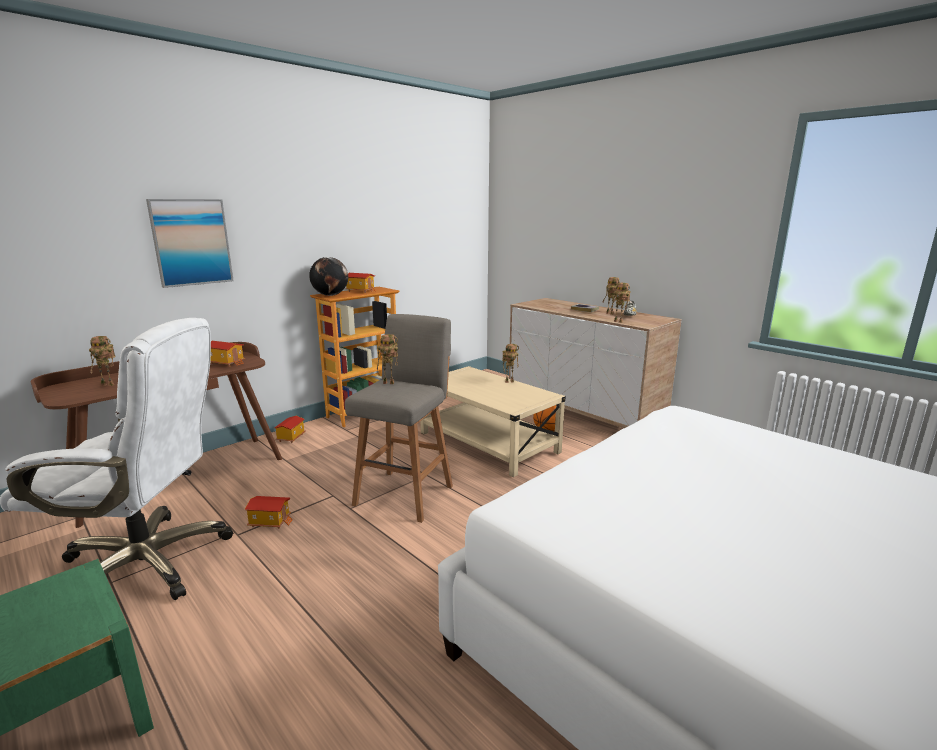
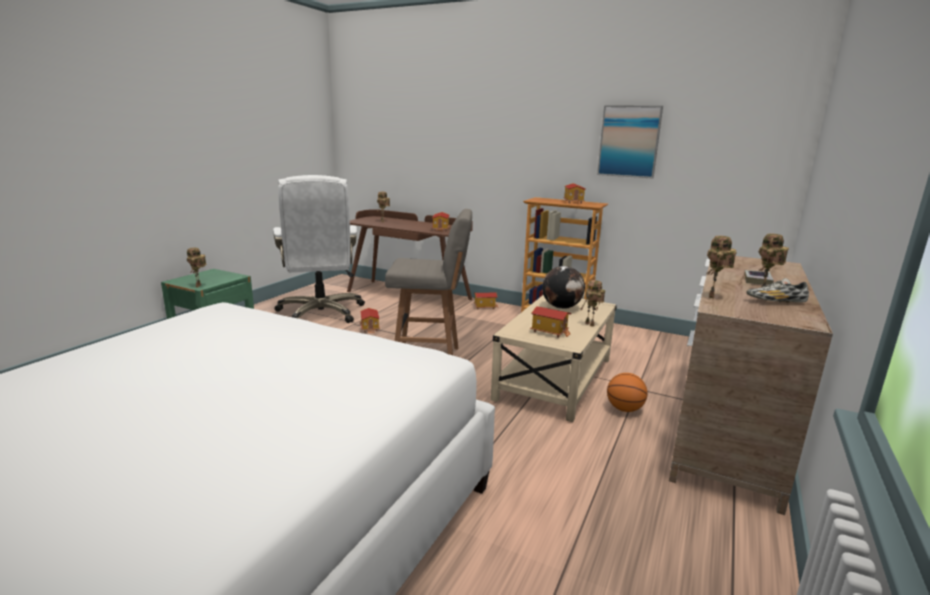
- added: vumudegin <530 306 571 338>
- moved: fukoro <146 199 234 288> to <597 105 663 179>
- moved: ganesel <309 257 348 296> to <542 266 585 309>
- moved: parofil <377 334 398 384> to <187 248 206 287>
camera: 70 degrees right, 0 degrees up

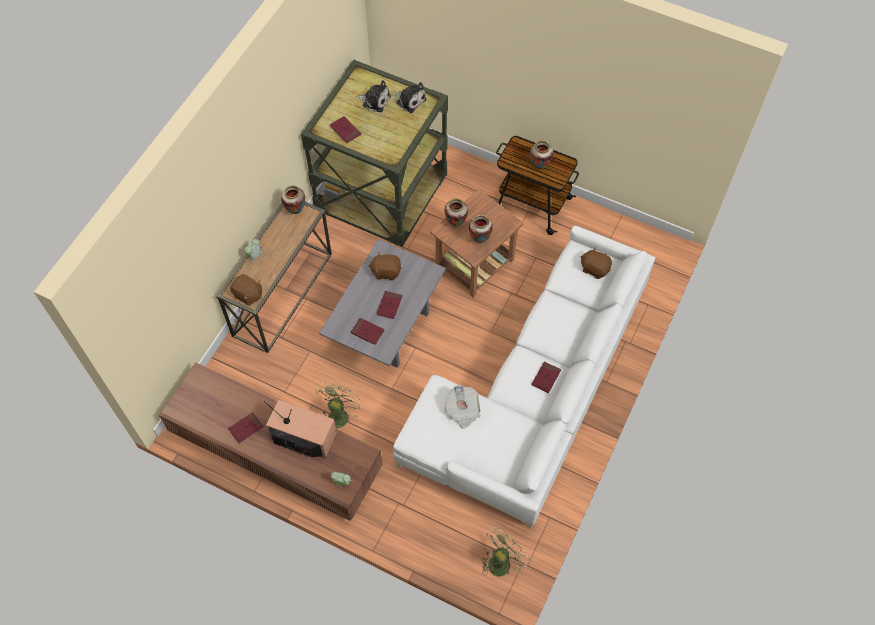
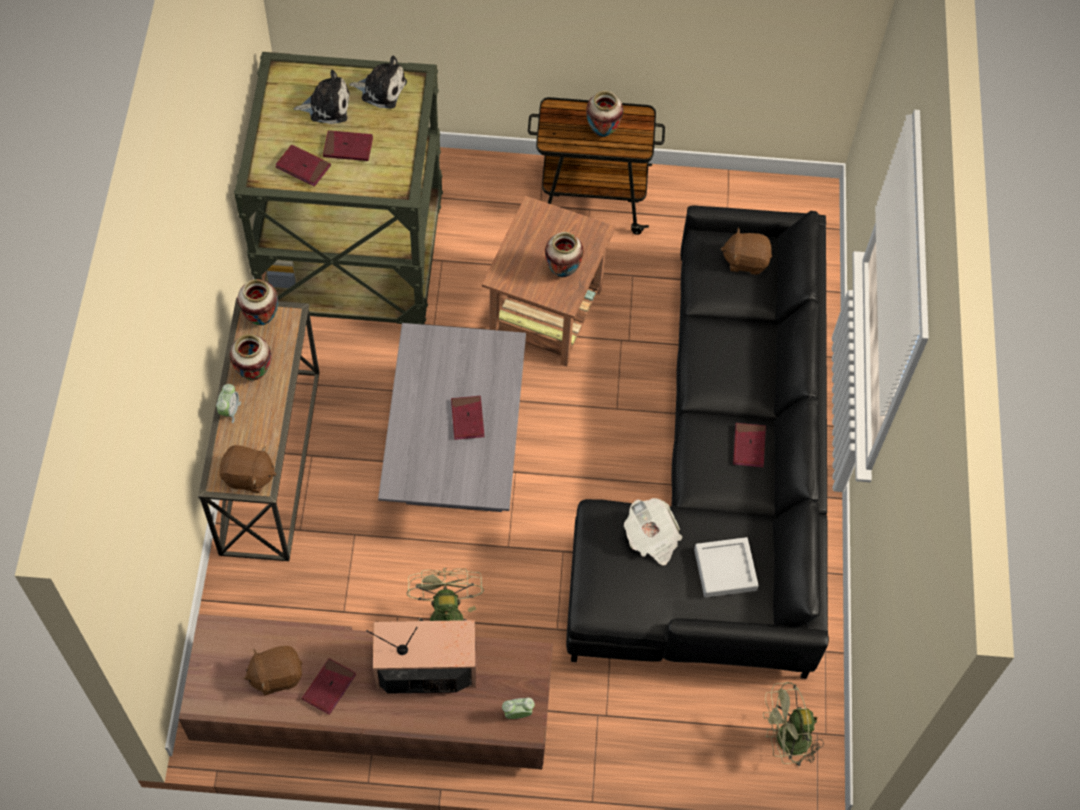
- added: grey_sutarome <694 537 759 598>
- moved: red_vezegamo <351 318 384 345> to <323 130 373 161>
- moved: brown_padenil <369 251 402 280> to <244 646 302 695>
- moved: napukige <444 198 468 226> to <229 334 271 380>
- recoloured: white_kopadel <393 226 656 529> to black_kopadel <566 205 829 679>
- turned: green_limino <481 527 529 576> = <763 682 824 767> 120 degrees counterclockwise
camera: 25 degrees left, 0 degrees up

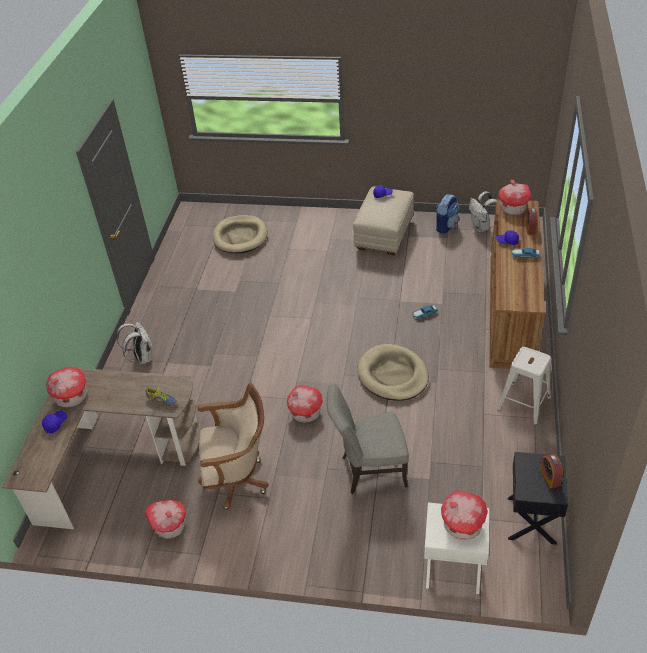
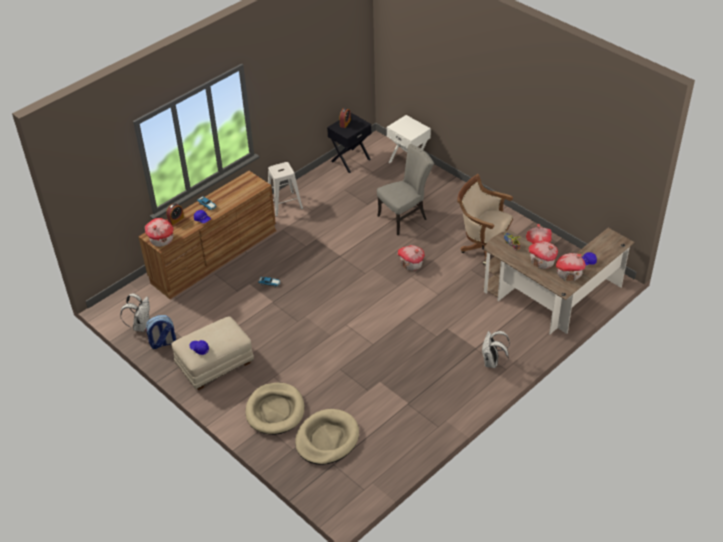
- moved: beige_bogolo <357 344 429 401> to <245 383 305 435>
- moved: vumudegin <441 491 488 540> to <528 241 558 269>
- turned: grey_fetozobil <327 384 409 494> = <377 144 434 235> 60 degrees counterclockwise
camera: 145 degrees left, 0 degrees up

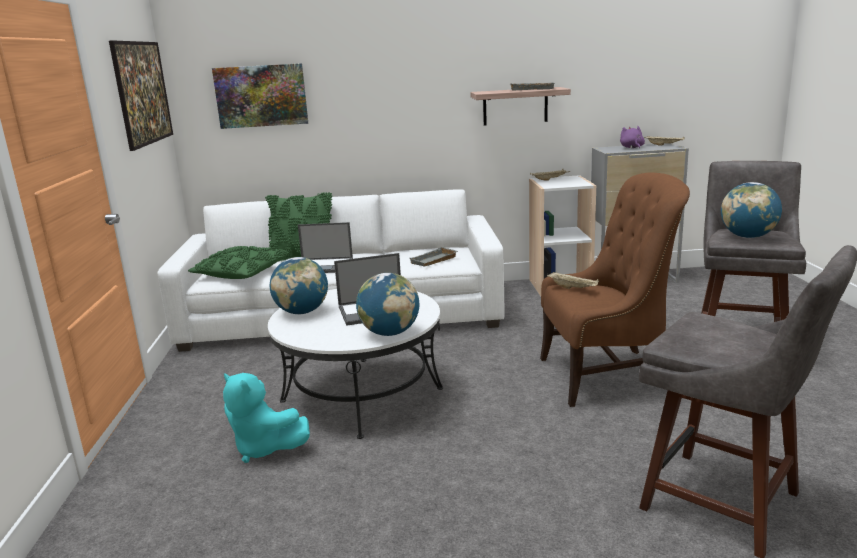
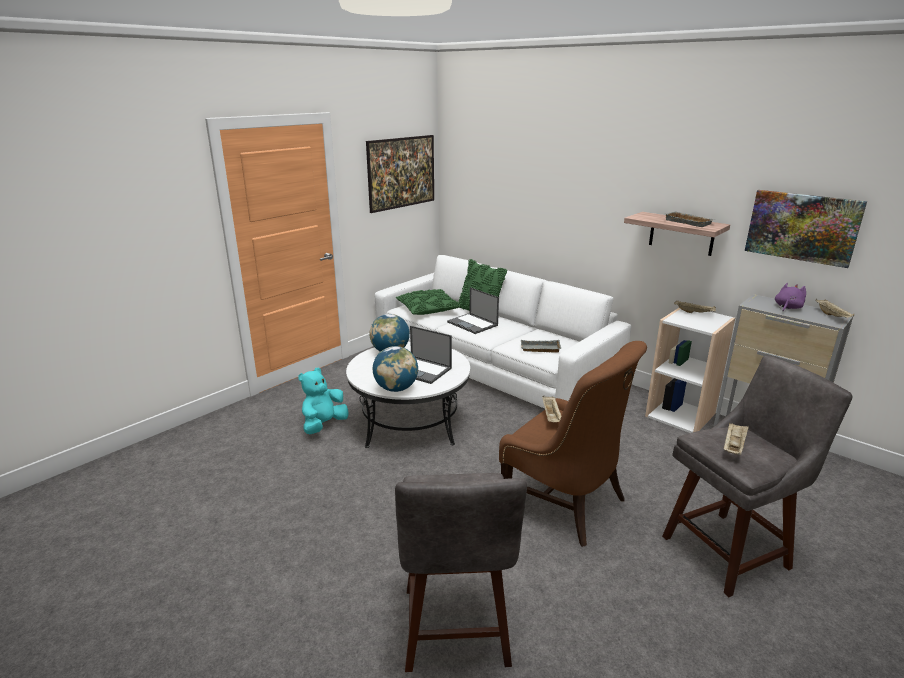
- moved: fukoro <212 63 308 129> to <745 190 867 268>
- replaced: ganesel <721 182 782 238> to beige_sutarome <724 422 749 455>
- turned: turquoise_padenil <223 373 310 463> = <298 368 349 434> 45 degrees clockwise
camera: 45 degrees right, 5 degrees up

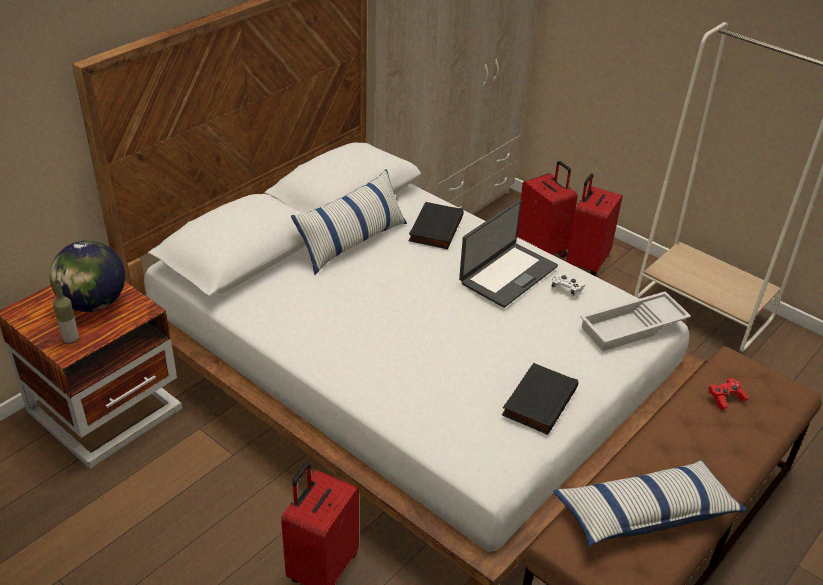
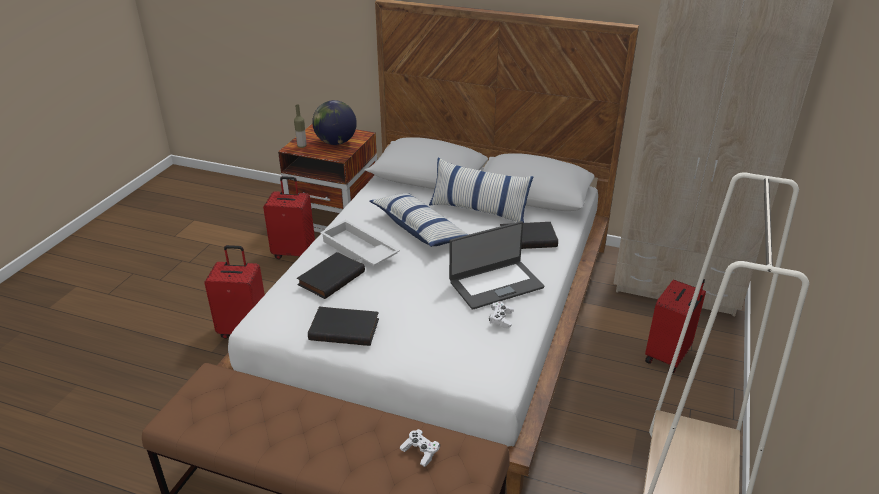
- added: black_vezegamo <297 252 365 299>
- moved: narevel <553 460 747 547> to <370 193 469 247>
- moved: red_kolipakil <566 174 622 276> to <263 176 315 259>
- moved: white_sutarome <580 291 691 351> to <320 220 400 266>
- recoloured: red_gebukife <708 378 748 410> to white_gebukife <400 429 440 467>
- turned: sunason <459 200 558 308> = <449 221 544 310> 45 degrees counterclockwise
camera: 70 degrees right, 5 degrees down

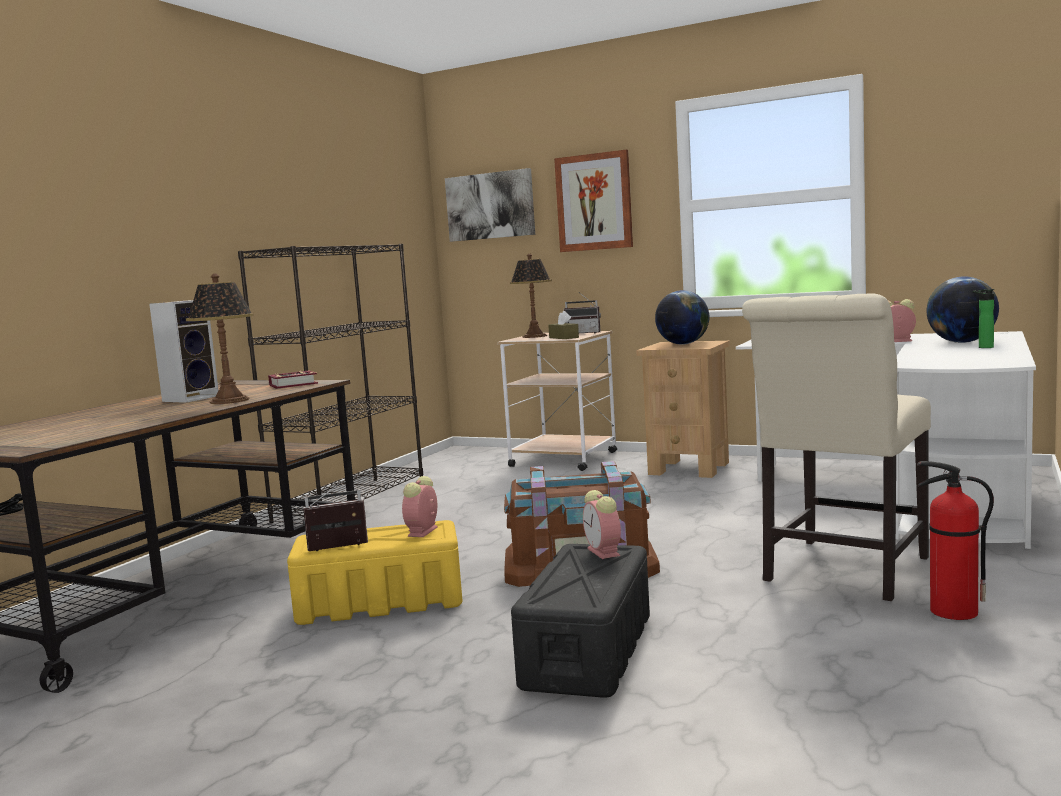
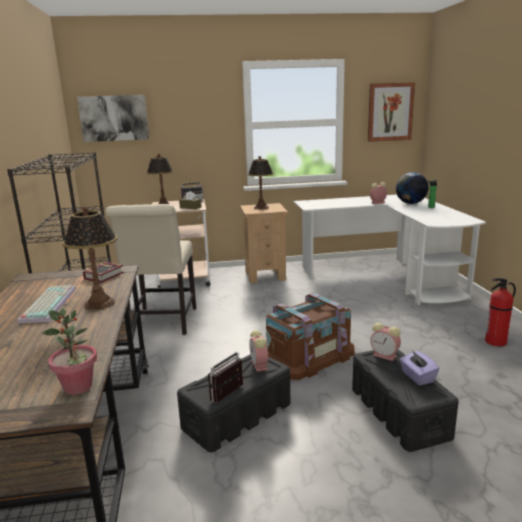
- added: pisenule <42 308 97 395>
- added: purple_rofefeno <400 350 439 386>
- moved: fukoro <554 150 633 252> to <368 82 415 142>
- moved: beige_fetozobil <742 293 931 601> to <106 204 196 335>
- replaced: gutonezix <149 300 219 403> to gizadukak <18 285 76 323>
- replaced: ganesel <655 290 709 345> to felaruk <247 156 274 209>
- recoloured: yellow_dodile <287 520 463 625> to black_dodile <177 354 290 452>
camera: 35 degrees left, 10 degrees up

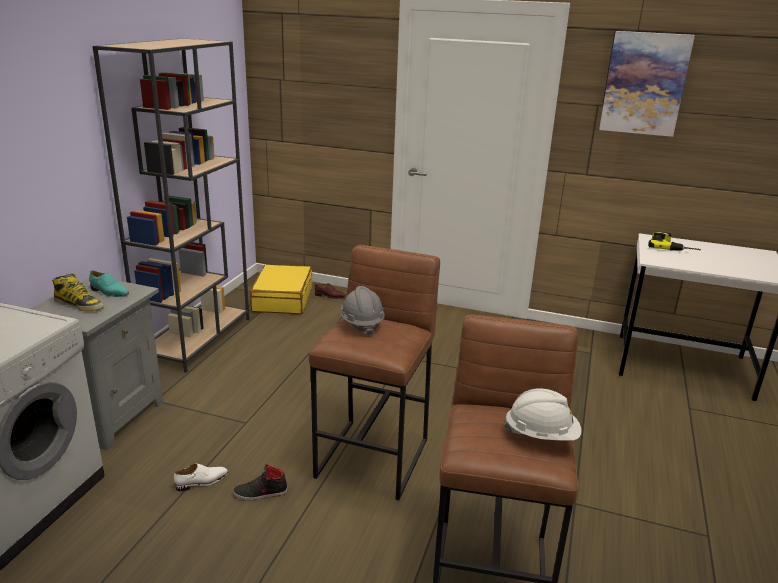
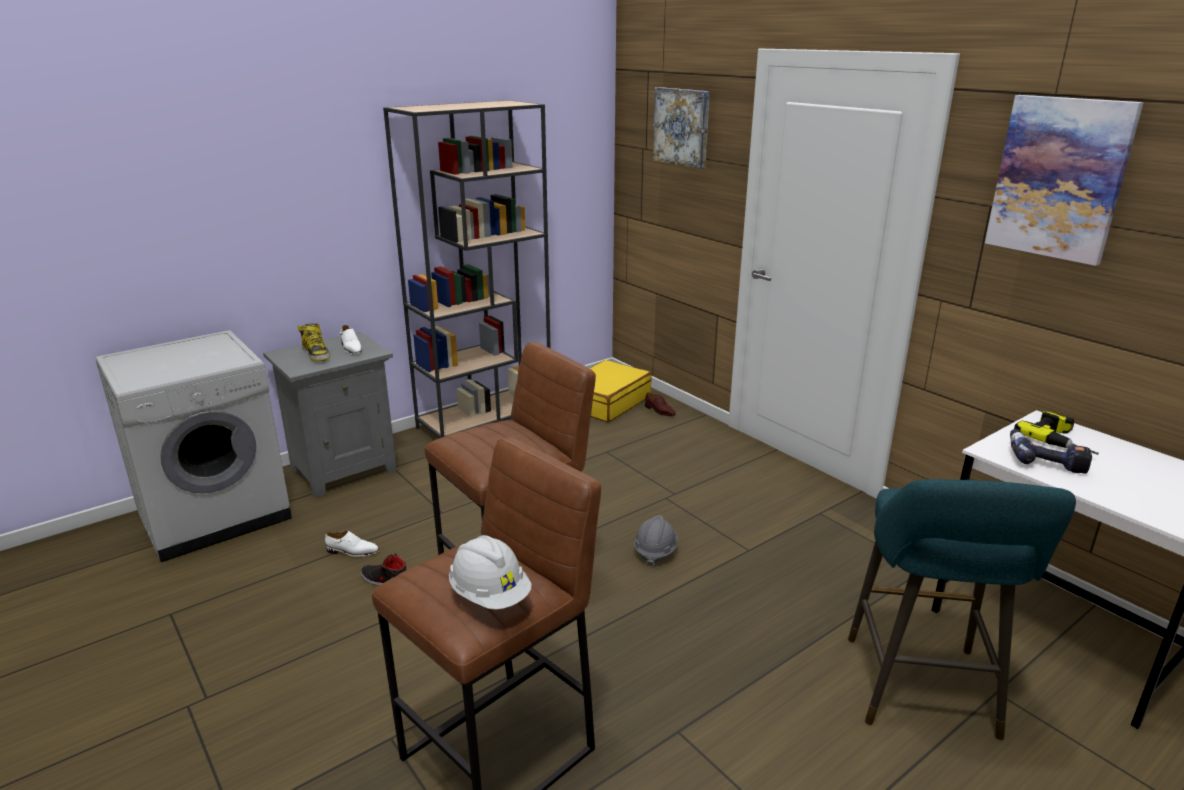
- added: fukoro <653 87 710 169>
- added: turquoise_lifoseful <848 479 1076 740>
- added: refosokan <1010 429 1092 474>
- moved: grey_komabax <340 286 385 335> to <634 515 678 566>
- recoloured: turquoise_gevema <89 271 129 297> to white_gevema <340 325 362 354>
camera: 35 degrees right, 0 degrees up

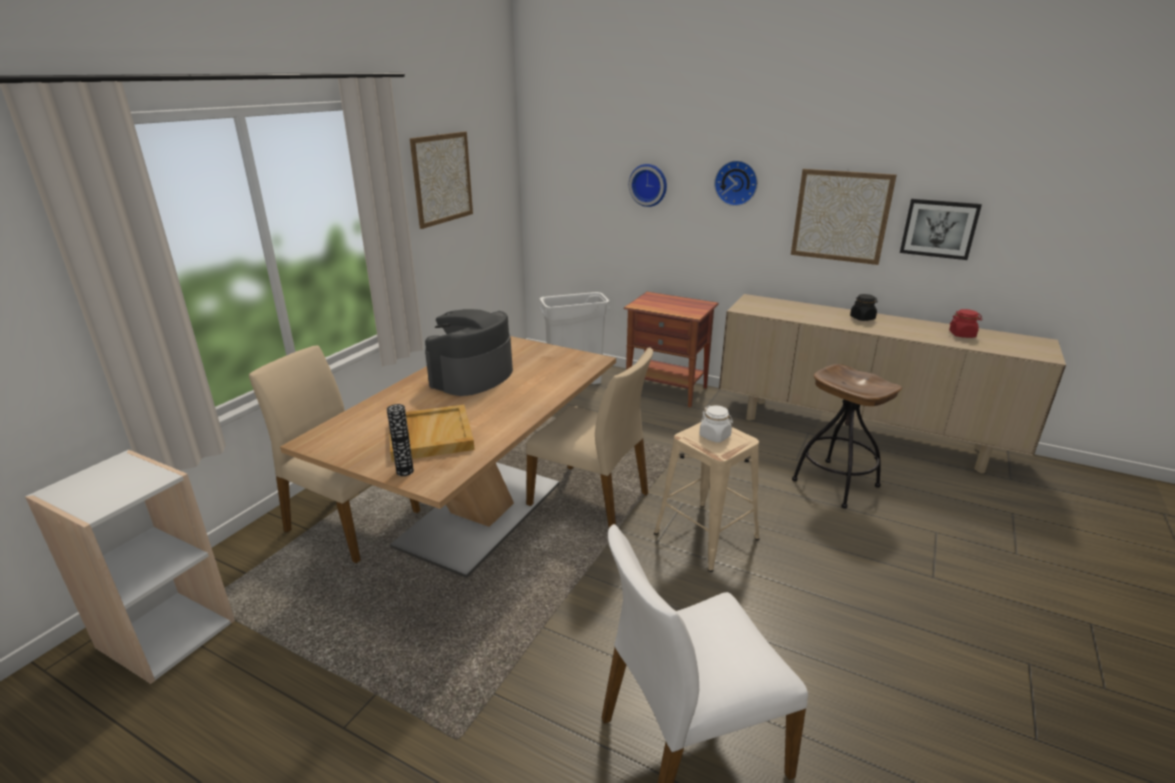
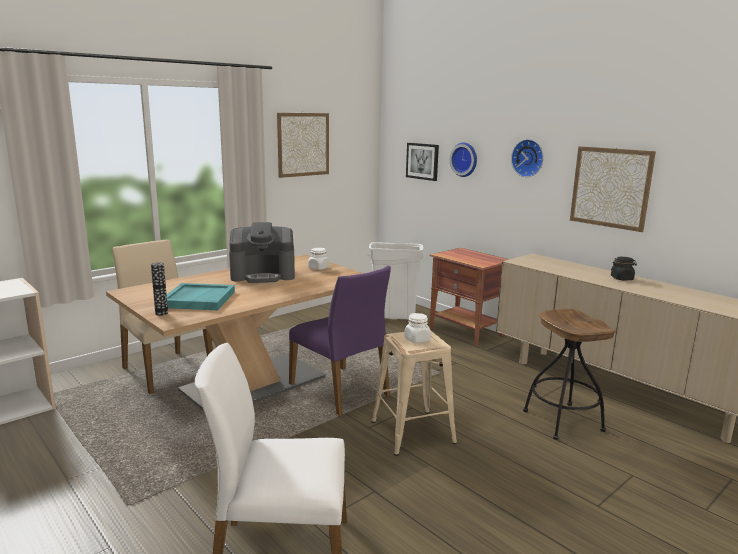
- removed: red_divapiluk <949 309 983 338>
- added: white_divapiluk <308 248 329 270>
- moved: fukoro <900 199 982 260> to <406 143 439 181>
- recoloured: beige_sutarome <389 405 475 462> to turquoise_sutarome <167 283 235 310>
- recoloured: beige_fetozobil <526 347 653 528> to purple_fetozobil <289 266 391 417>
- turned: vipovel <425 309 513 396> = <229 222 295 283> 150 degrees counterclockwise
camera: 20 degrees right, 10 degrees down

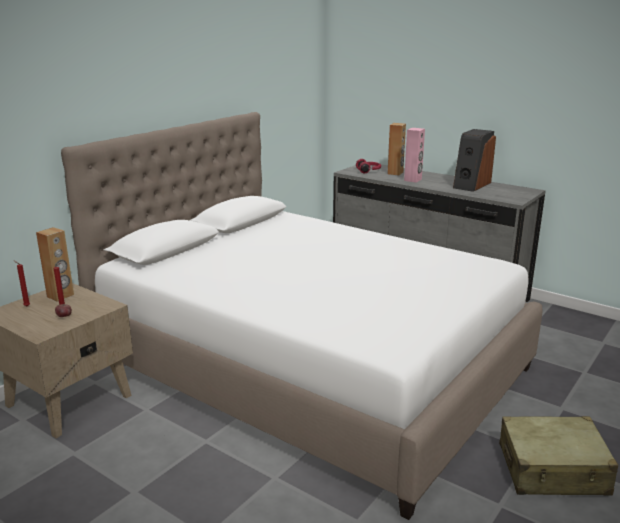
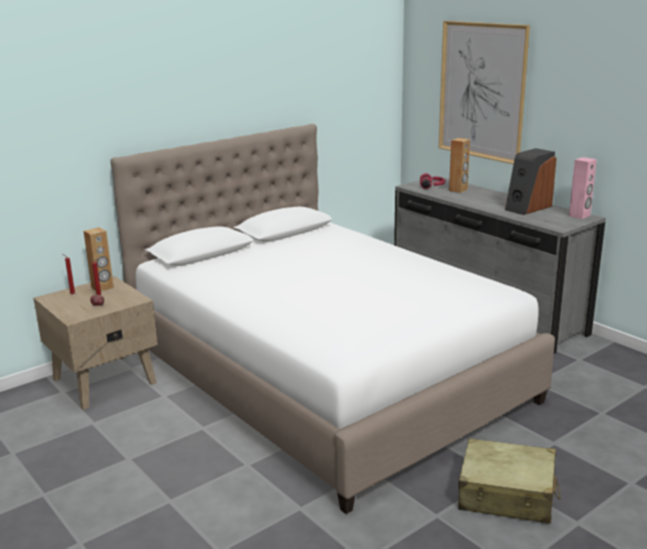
- added: fukoro <439 21 530 164>
- moved: pink_gutonezix <404 128 425 183> to <569 157 597 219>
camera: 15 degrees right, 0 degrees up

